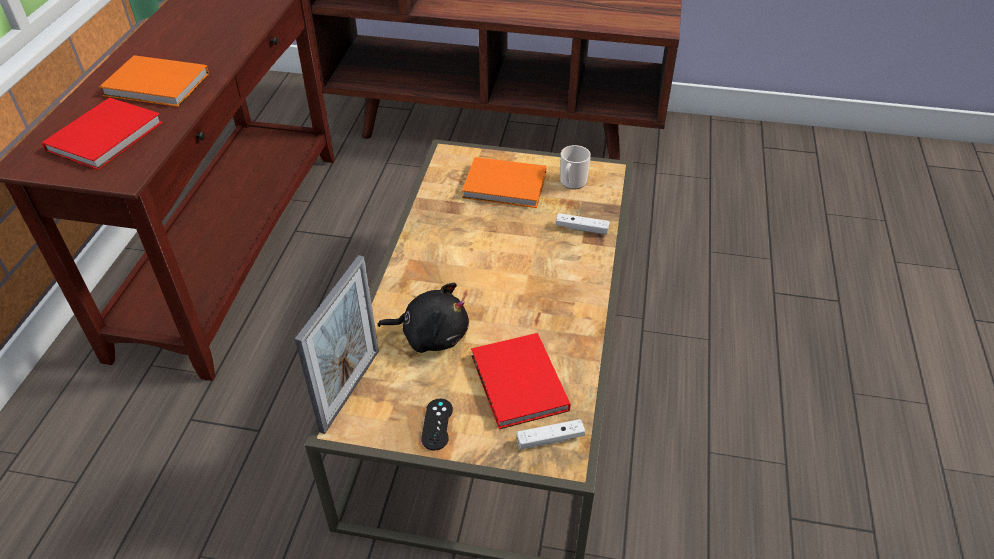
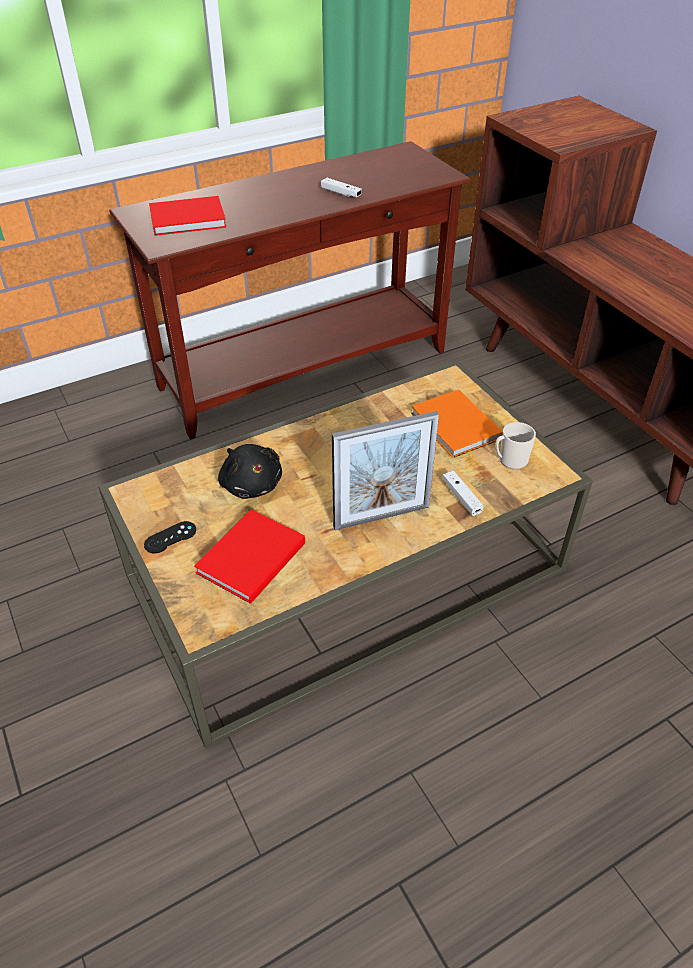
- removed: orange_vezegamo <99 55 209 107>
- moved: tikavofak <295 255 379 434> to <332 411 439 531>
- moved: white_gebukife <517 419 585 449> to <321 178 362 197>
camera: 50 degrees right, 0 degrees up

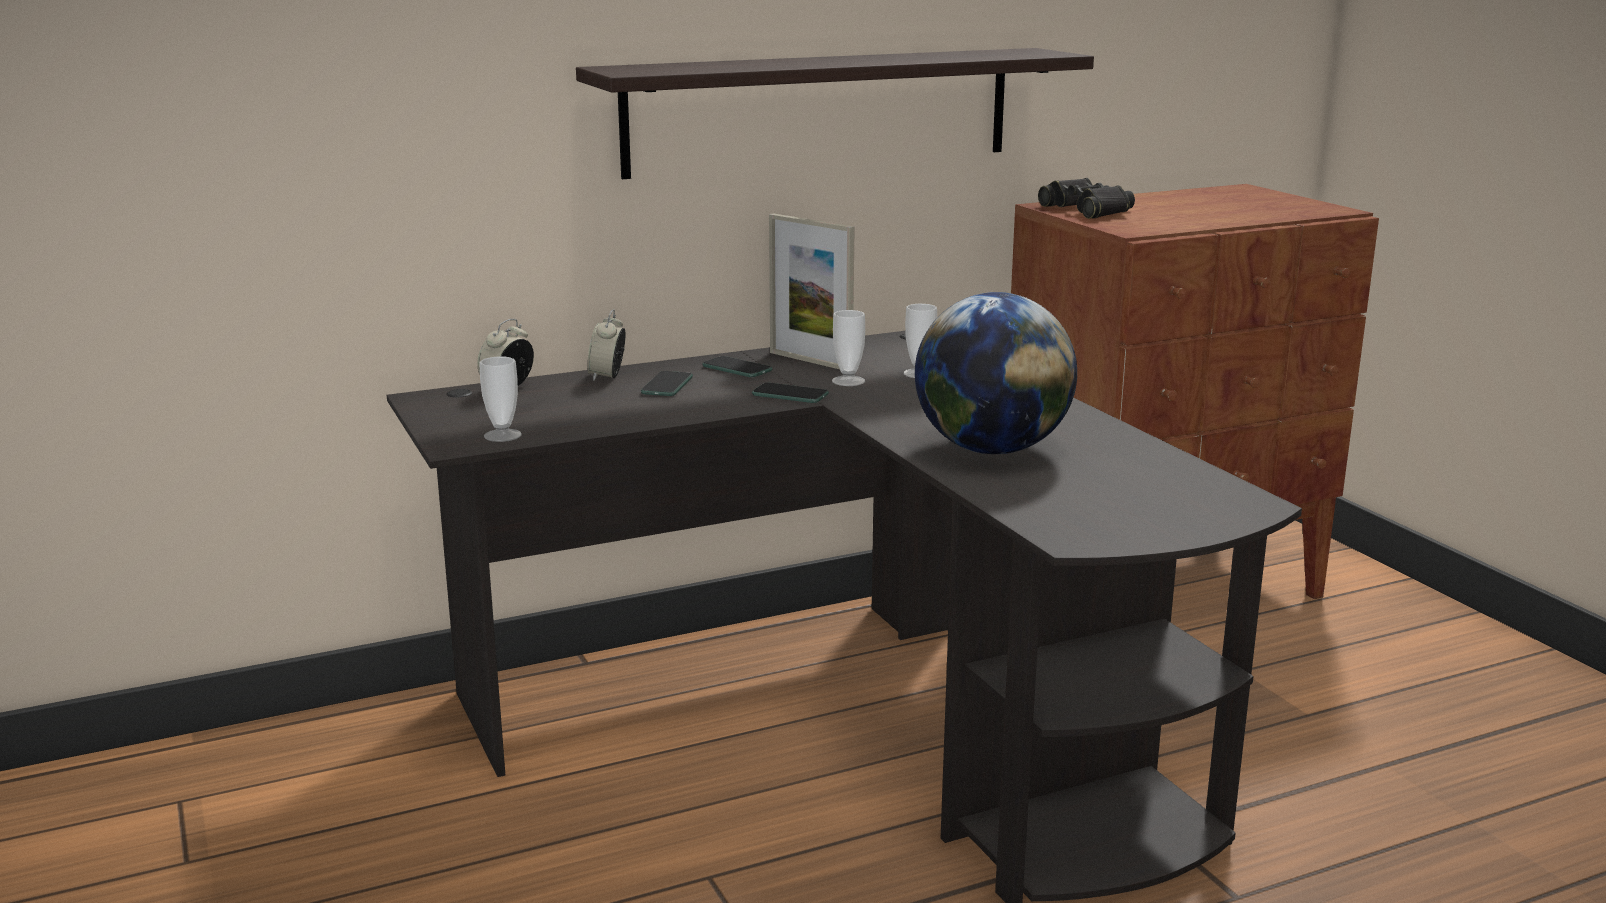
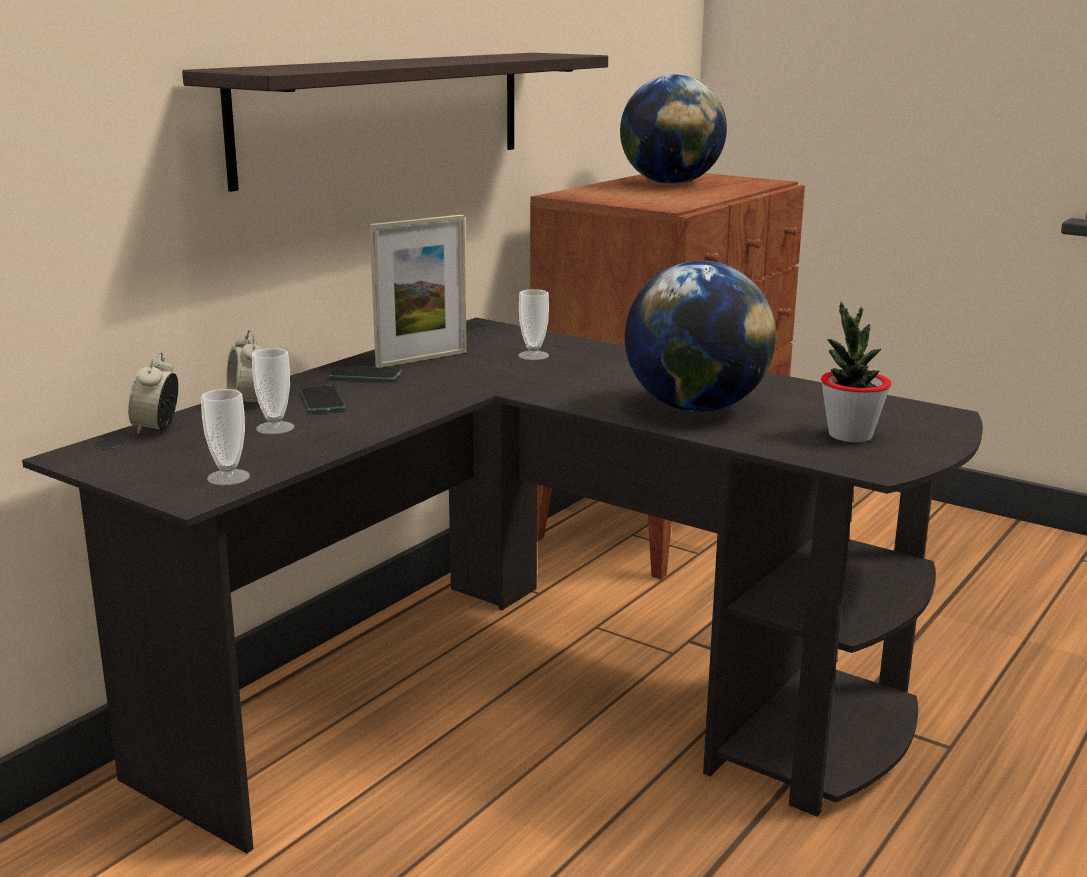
- removed: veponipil <752 383 829 403>
- removed: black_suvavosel <1038 178 1135 219>
- added: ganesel <620 74 727 184>
- added: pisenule <821 301 891 443>
- moved: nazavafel <832 310 865 386> to <252 348 294 434>
- turned: tikavofak <769 213 855 369> = <370 215 467 368> 45 degrees counterclockwise
camera: 30 degrees left, 0 degrees up

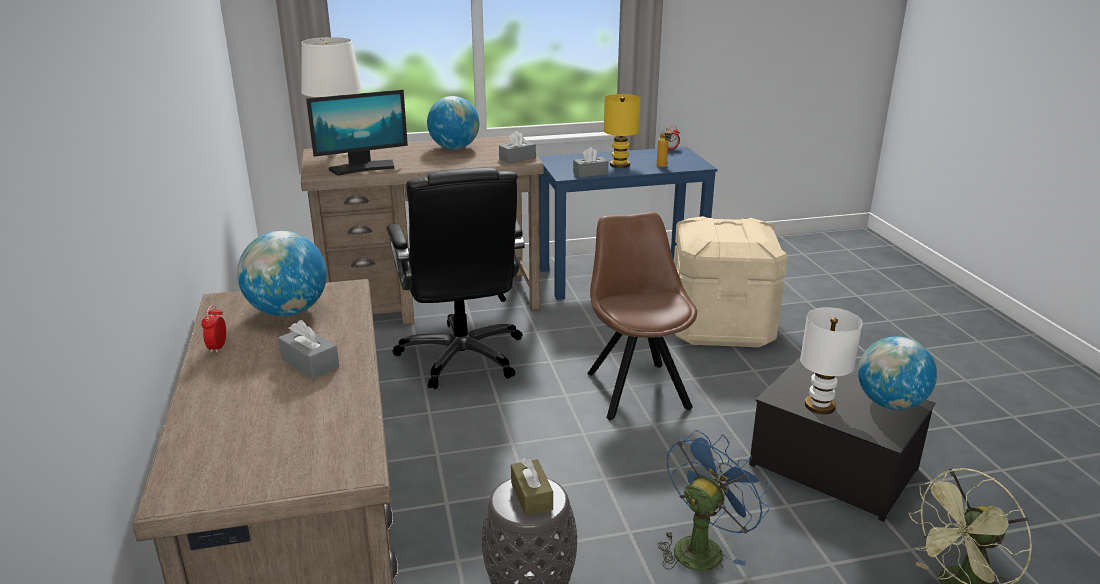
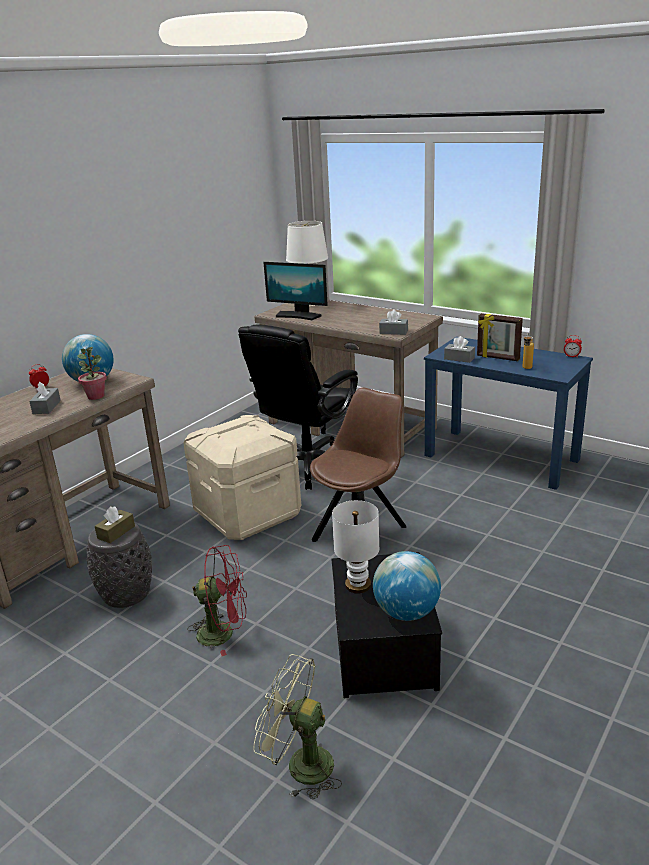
- removed: ganesel <427 96 479 149>
- added: pisenule <78 347 107 400>
- moved: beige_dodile <674 216 787 347> to <183 415 301 540>
- replaced: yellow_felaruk <604 94 641 168> to tikavofak <477 313 523 361>
- recoloured: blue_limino <657 430 770 571> to red_limino <187 545 247 656>
camera: 50 degrees right, 0 degrees up

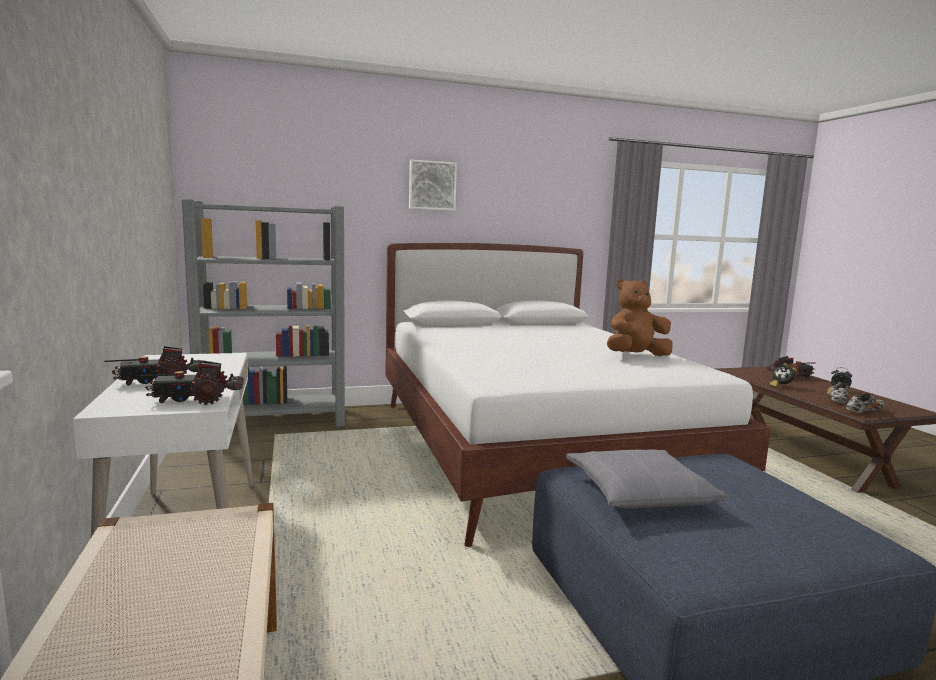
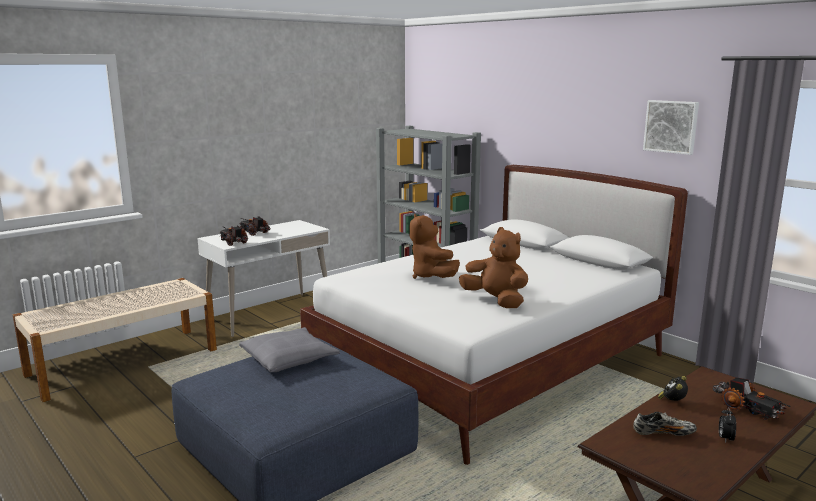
- removed: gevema <846 393 885 414>
- added: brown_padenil <410 214 460 279>
- moved: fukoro <409 159 457 211> to <643 100 699 155>
camera: 65 degrees right, 5 degrees up

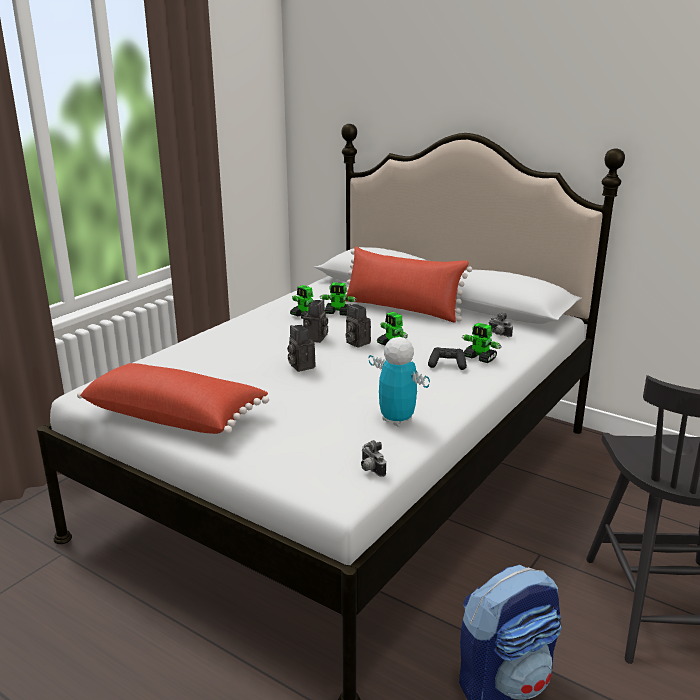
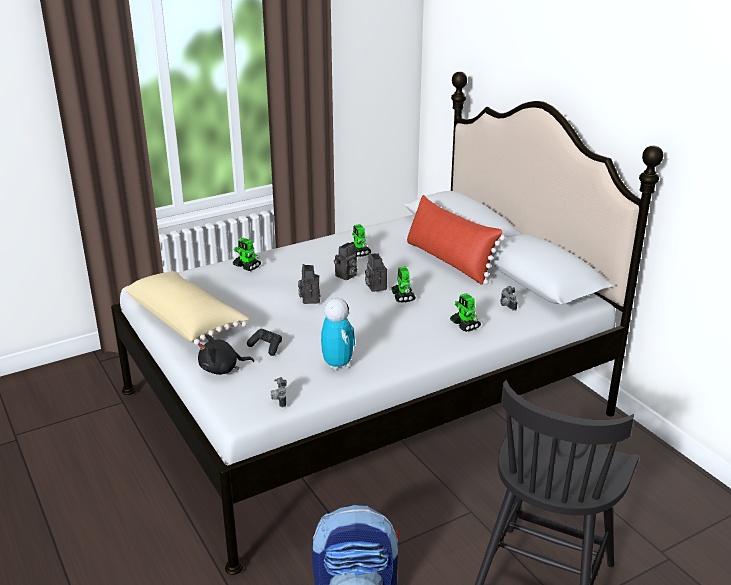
- added: black_padenil <198 334 254 375>
- moved: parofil <320 282 357 316> to <233 238 261 271>
- moved: black_gebukife <428 347 467 370> to <247 329 282 356>
- recoloured: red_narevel <77 363 269 434> to beige_narevel <125 271 249 345>
camera: 25 degrees right, 5 degrees up

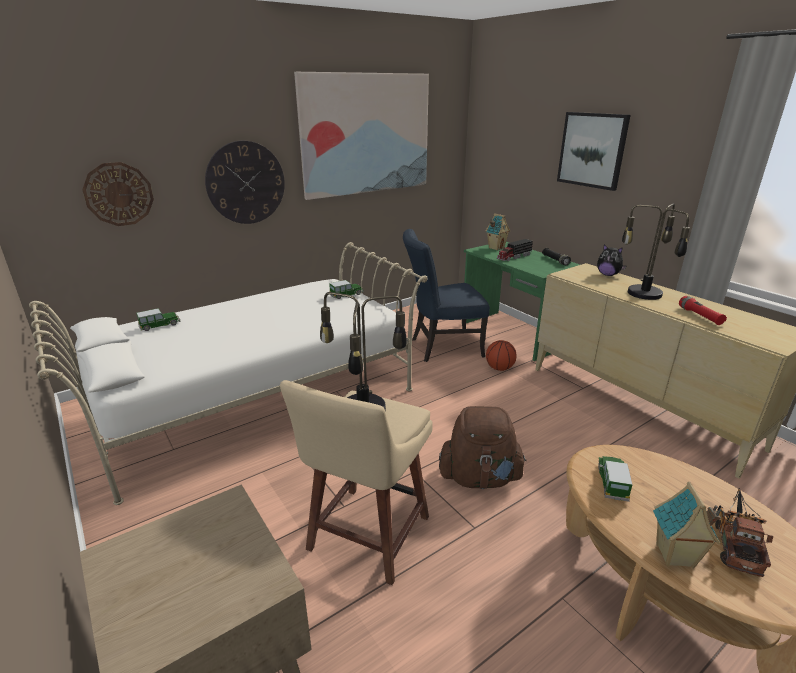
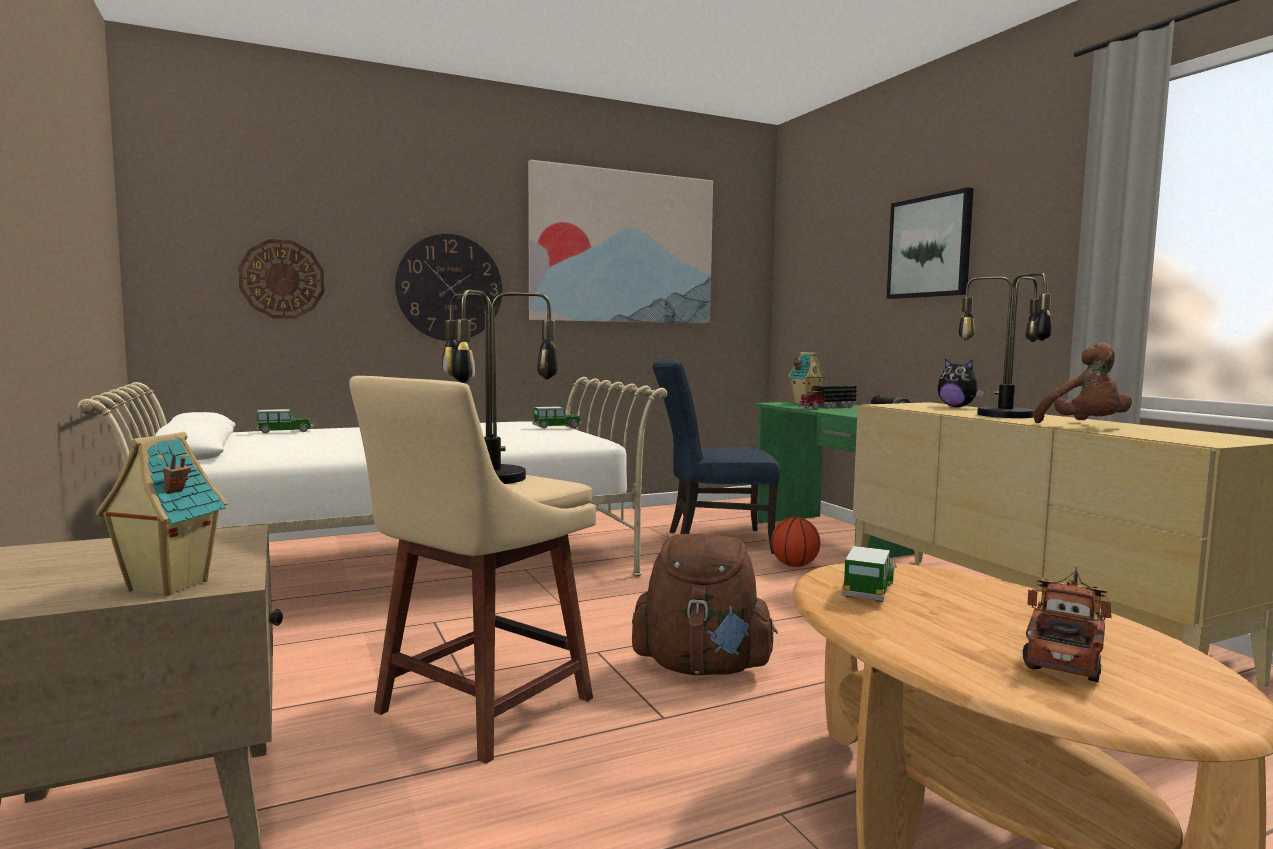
- moved: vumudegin <653 481 722 568> to <95 432 228 596>
- replaced: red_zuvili <679 296 727 325> to brown_padenil <1034 342 1132 423>
camera: 10 degrees right, 20 degrees down

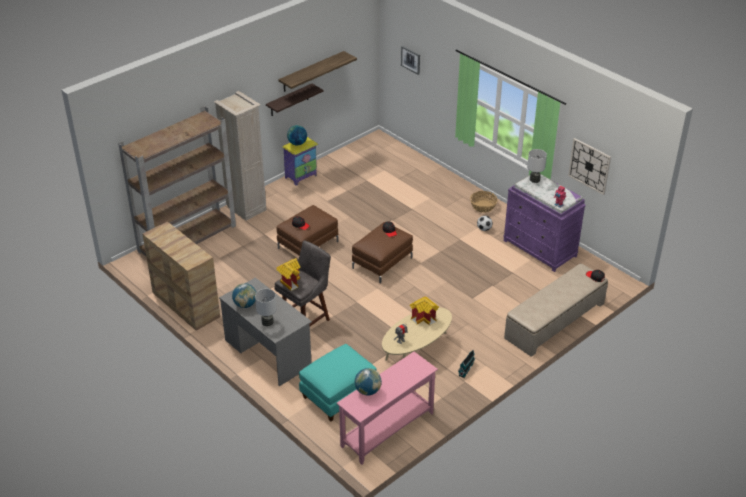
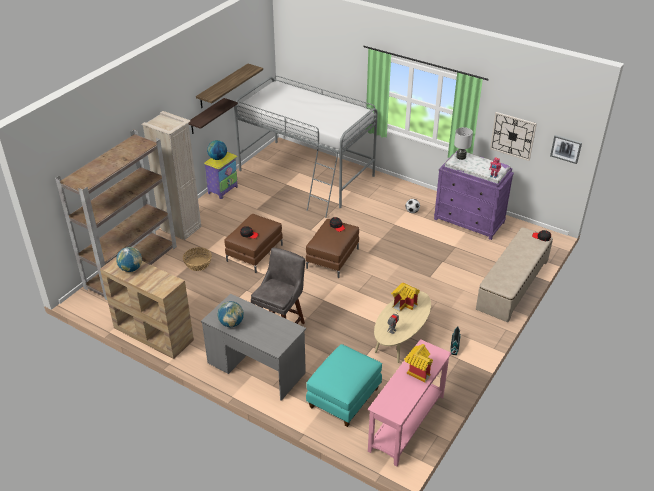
- removed: grey_felaruk <255 289 277 326>
- added: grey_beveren <234 76 378 218>
- moved: vumudegin <276 258 301 291> to <404 344 433 383>
- moved: ganesel <355 368 382 396> to <116 247 142 272>
- moved: fukoro <401 46 420 75> to <550 135 582 164>
- moved: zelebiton <470 191 498 213> to <183 247 212 271>
camera: 15 degrees left, 0 degrees up

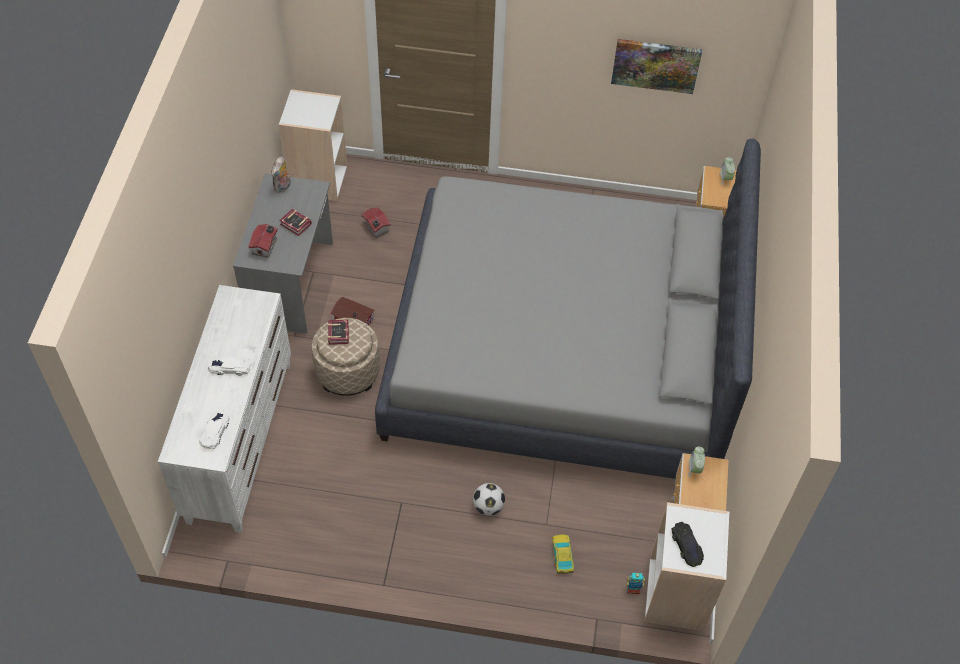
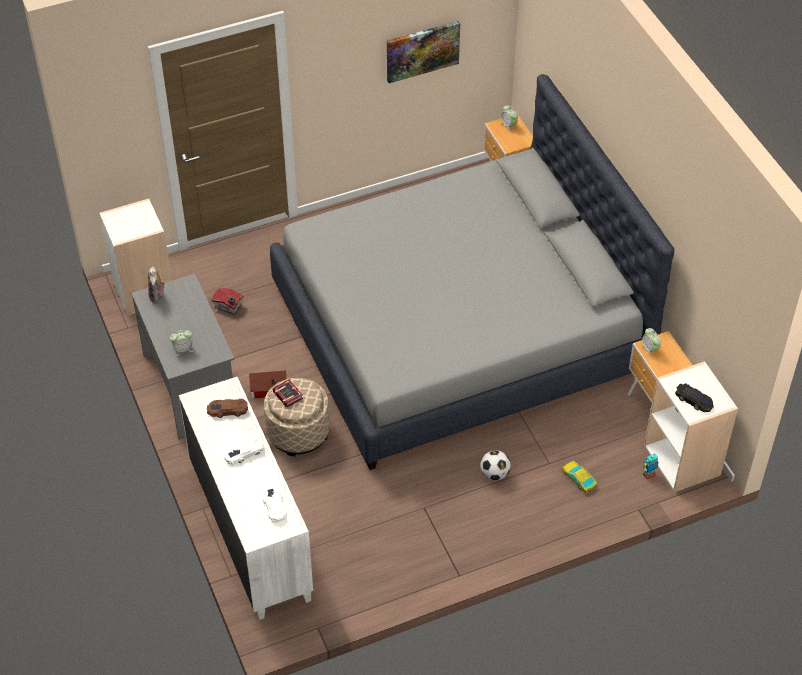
- removed: vezegamo <279 209 312 236>
- added: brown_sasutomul <207 399 248 418>
- replaced: vumudegin <249 224 278 258> to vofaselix <170 330 194 356>
camera: 30 degrees left, 5 degrees down

